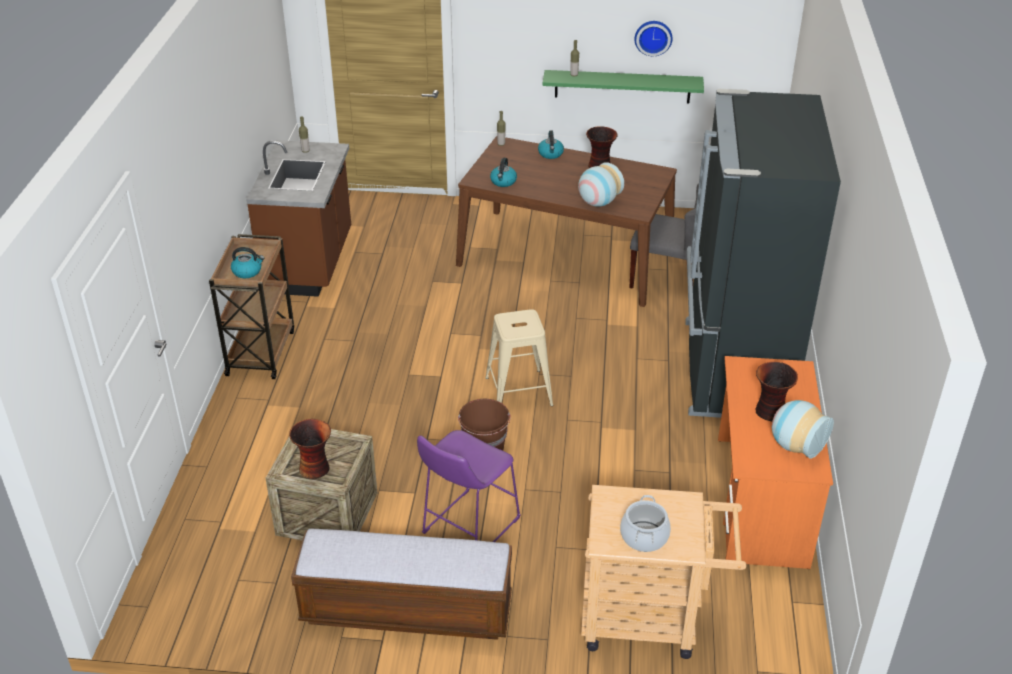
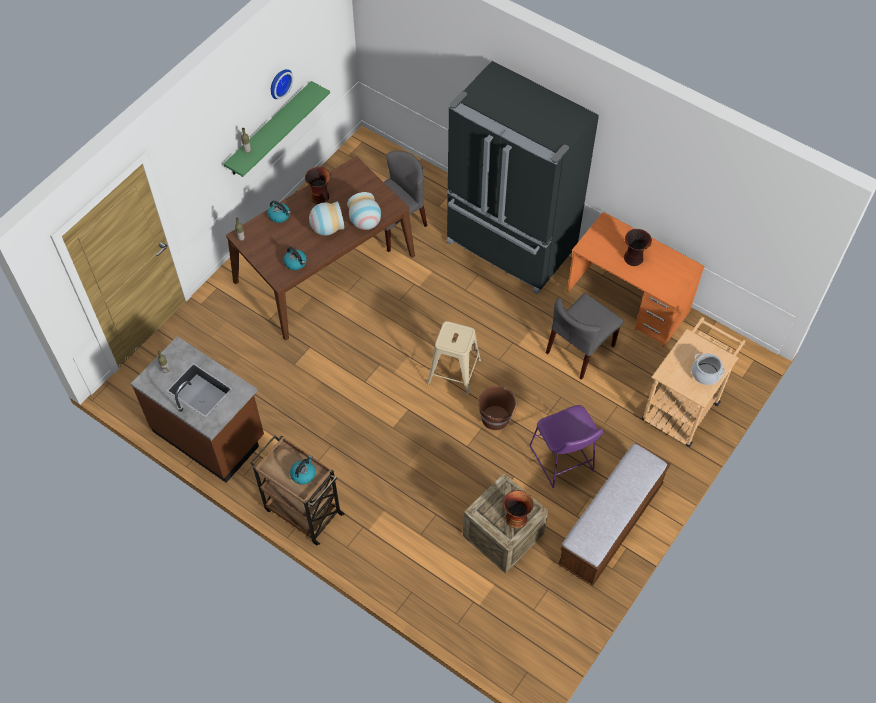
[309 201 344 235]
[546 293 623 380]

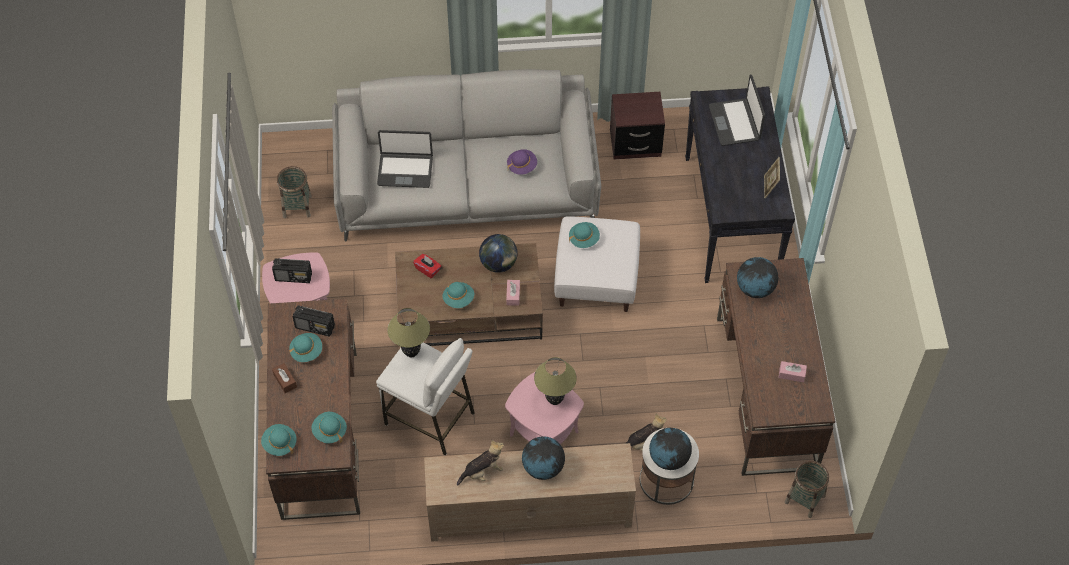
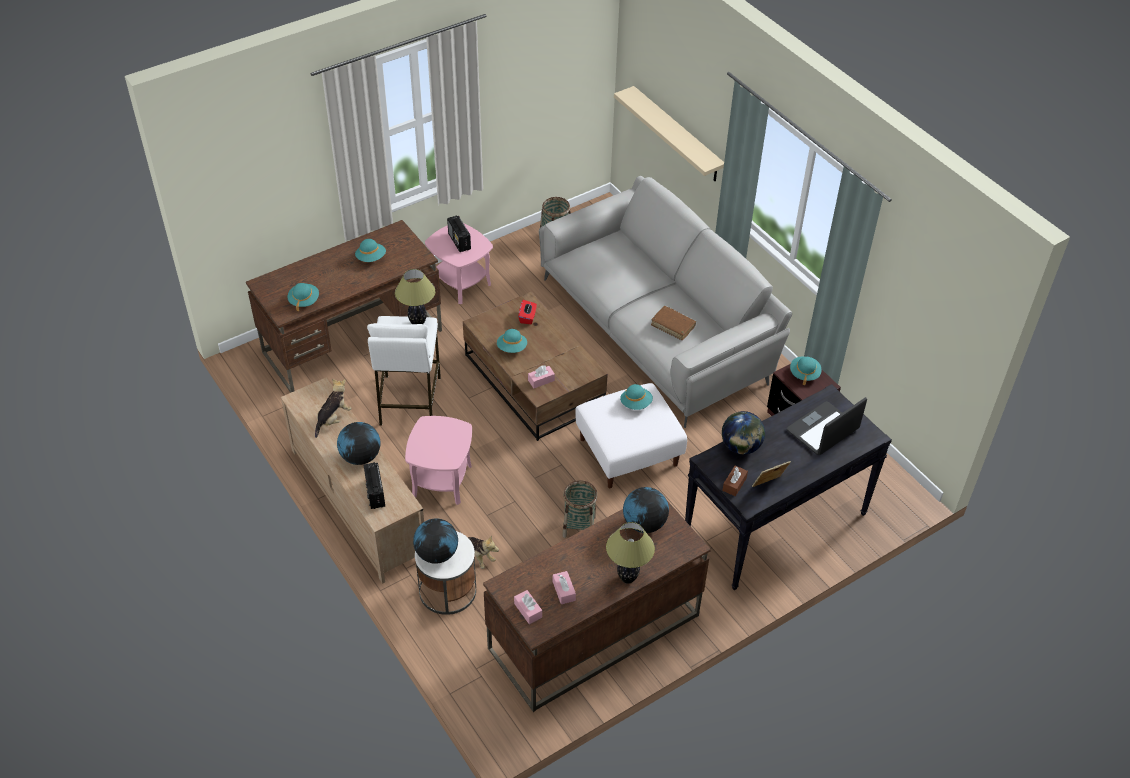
[315 379 352 438]
[363 462 385 509]
[514 590 542 624]
[562 480 598 538]
[606 522 655 584]
[614 86 724 181]
[651 306 696 340]
[722 411 765 455]
[722 466 748 496]
[790 356 822 386]
[377 130 433 188] (first image)

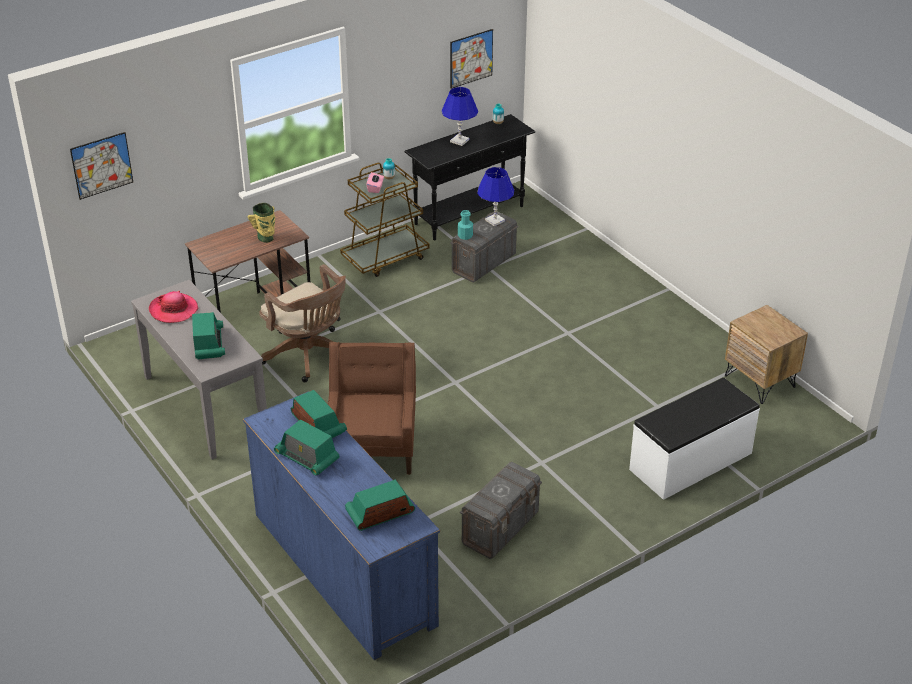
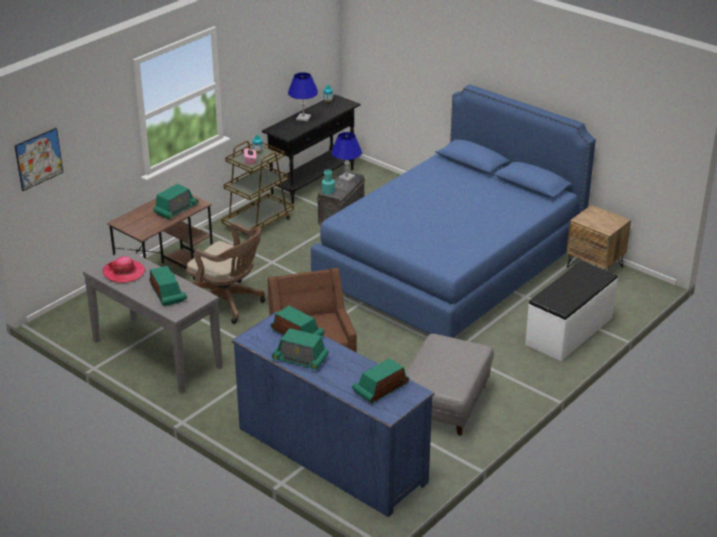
[153 184 198 220]
[311 85 596 338]
[405 334 494 436]
[450 29 493 89] (first image)

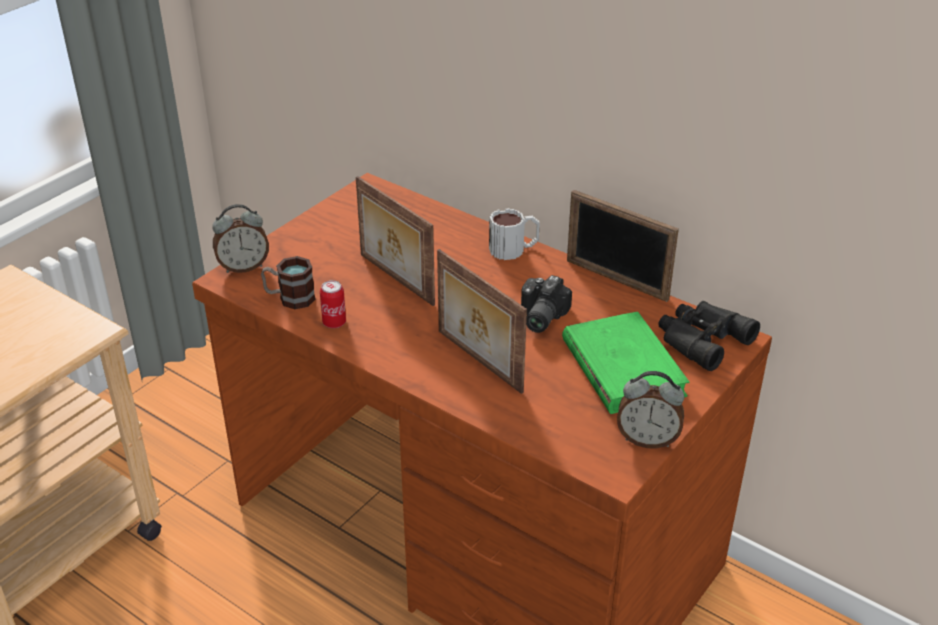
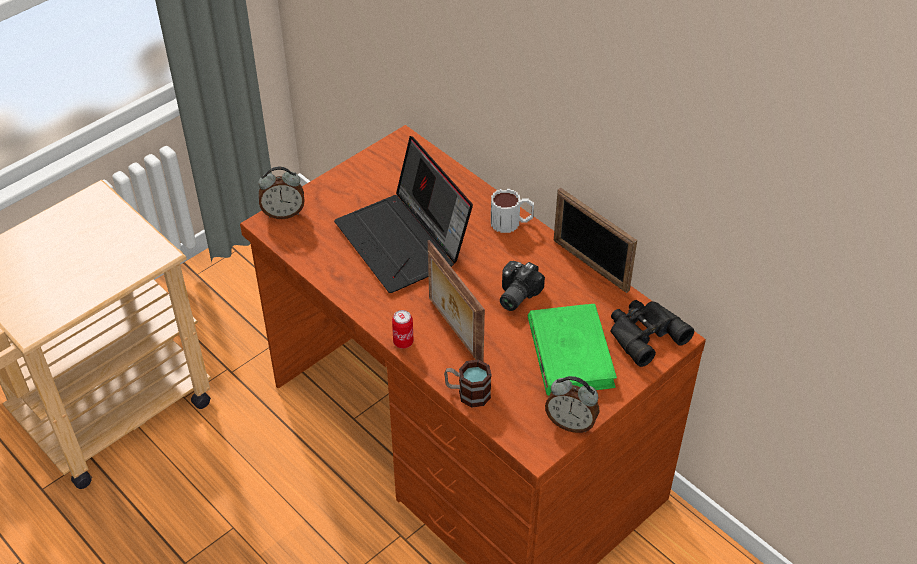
[334 136 473 293]
[392 310 414 349]
[444 359 492 408]

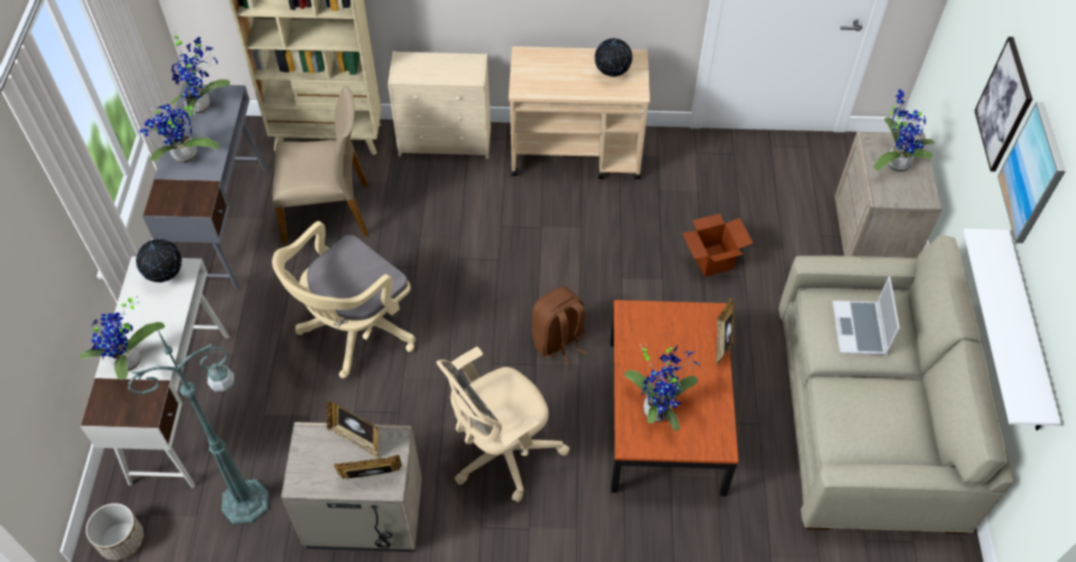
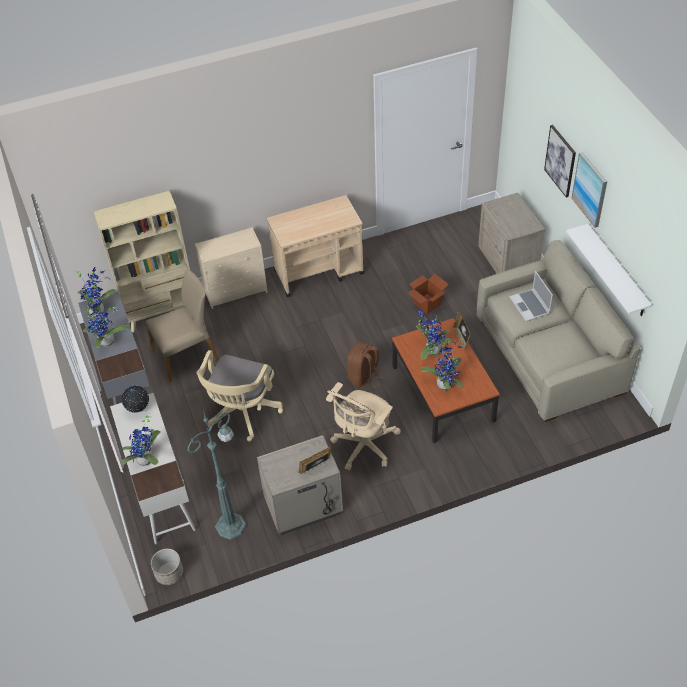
[416 308 452 360]
[326 401 379 459] (first image)
[595 38 632 77] (first image)

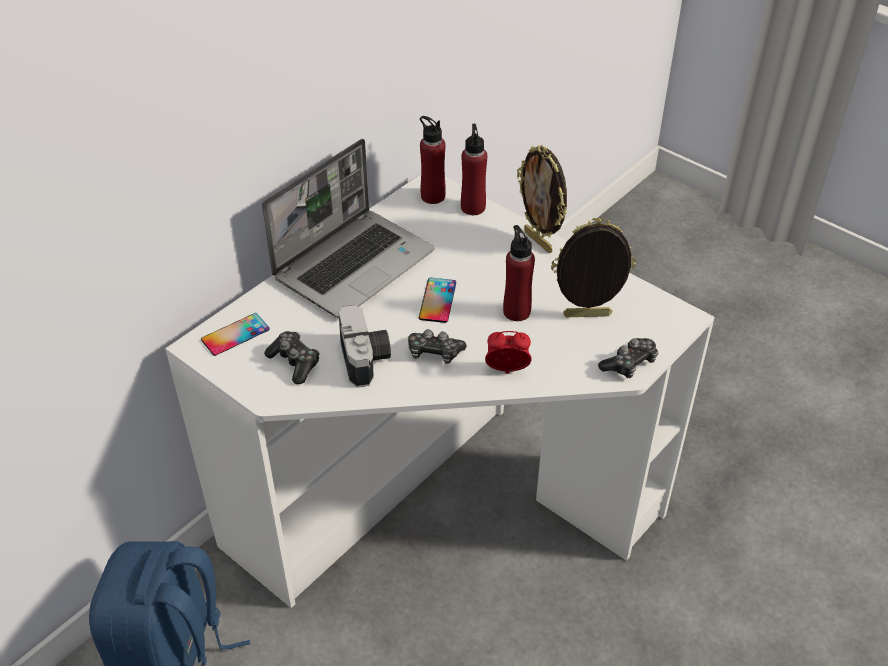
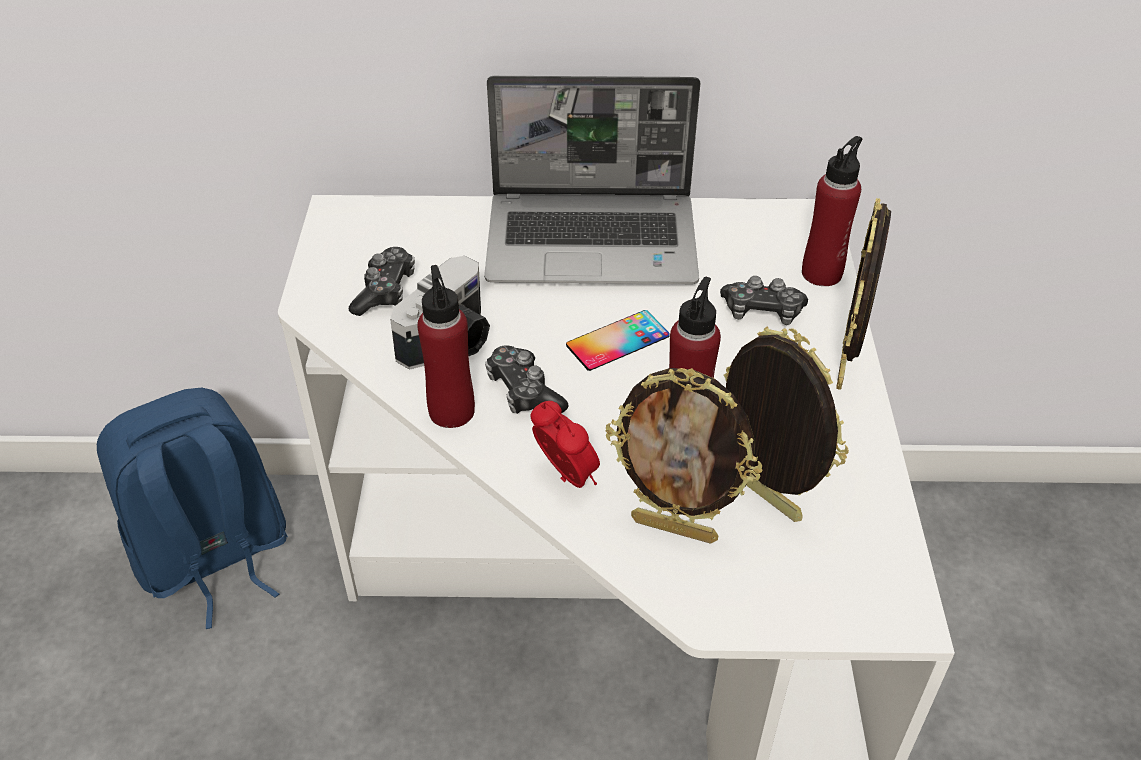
[417 265 475 428]
[606 368 762 544]
[720 276 808 325]
[201 313 270 356] (first image)

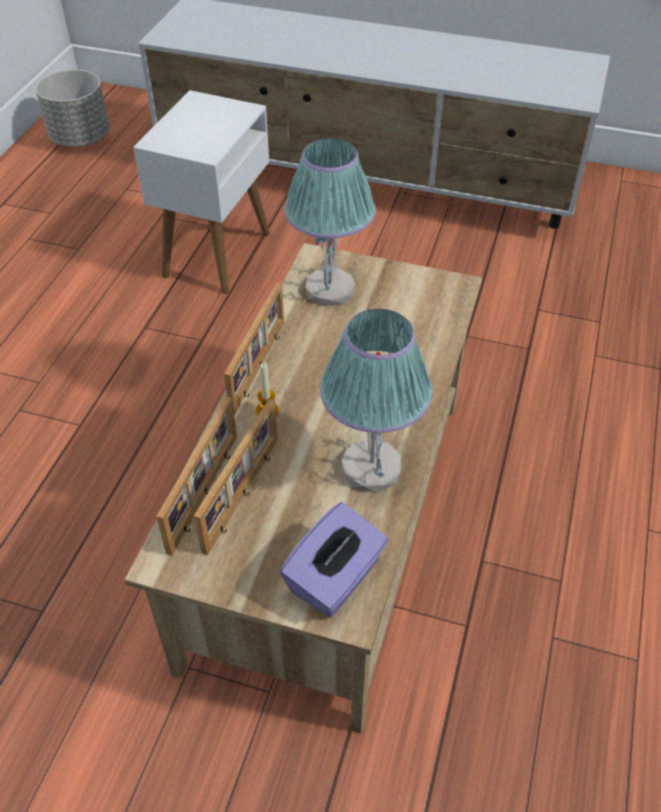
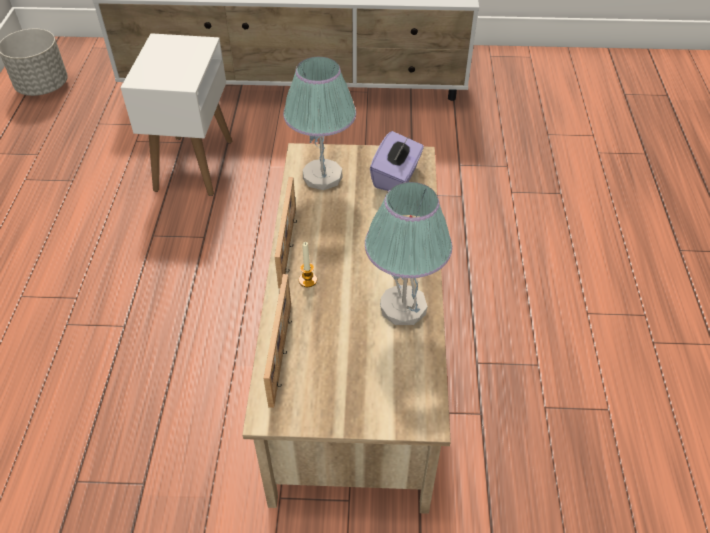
[370 131 424 191]
[194 399 278 555] (first image)

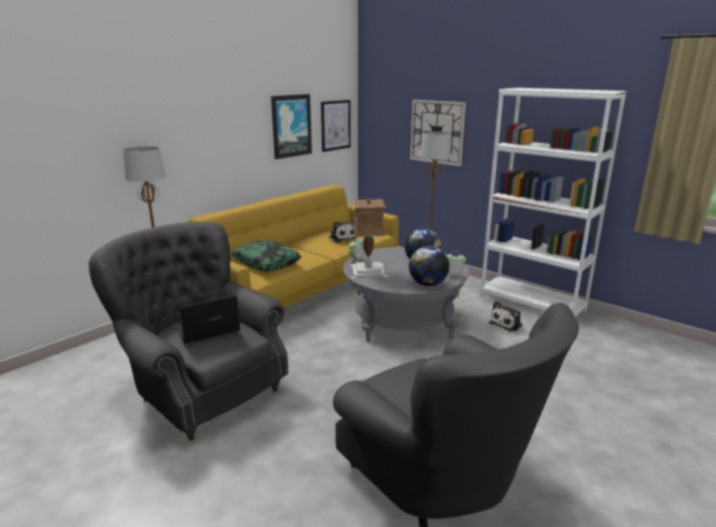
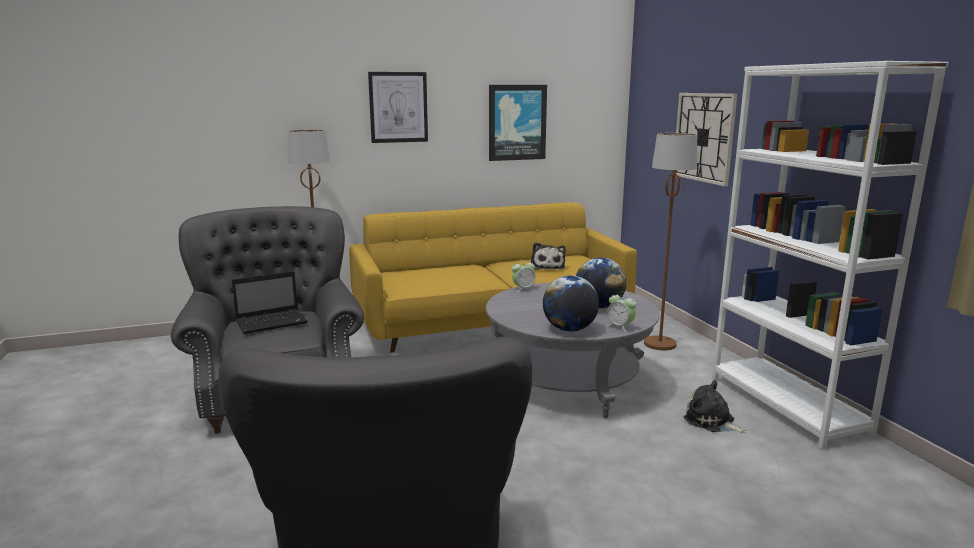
[232 271 308 334]
[368 72 428 143]
[684 380 746 433]
[231 240 301 272] (first image)
[350 198 388 279] (first image)

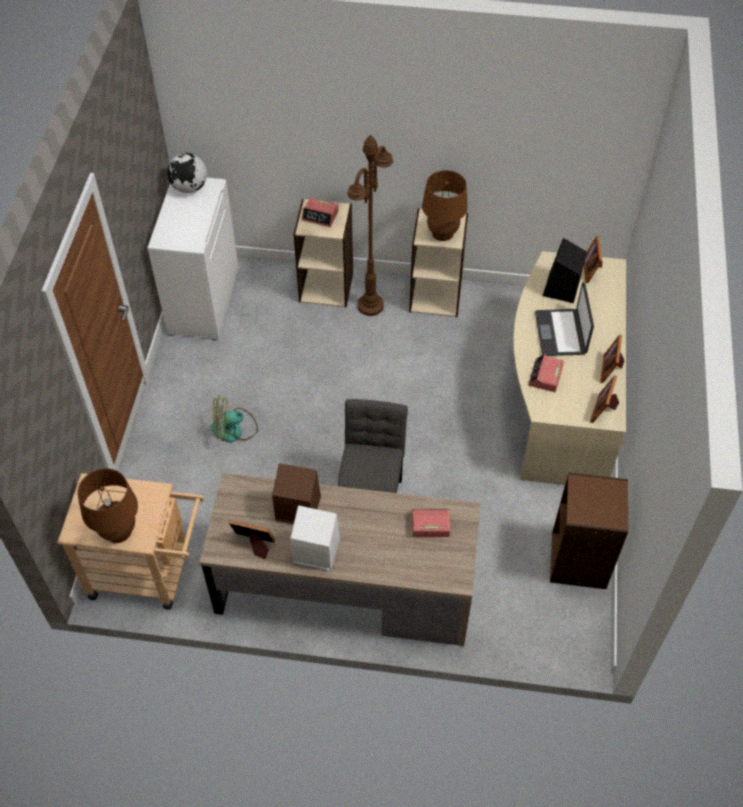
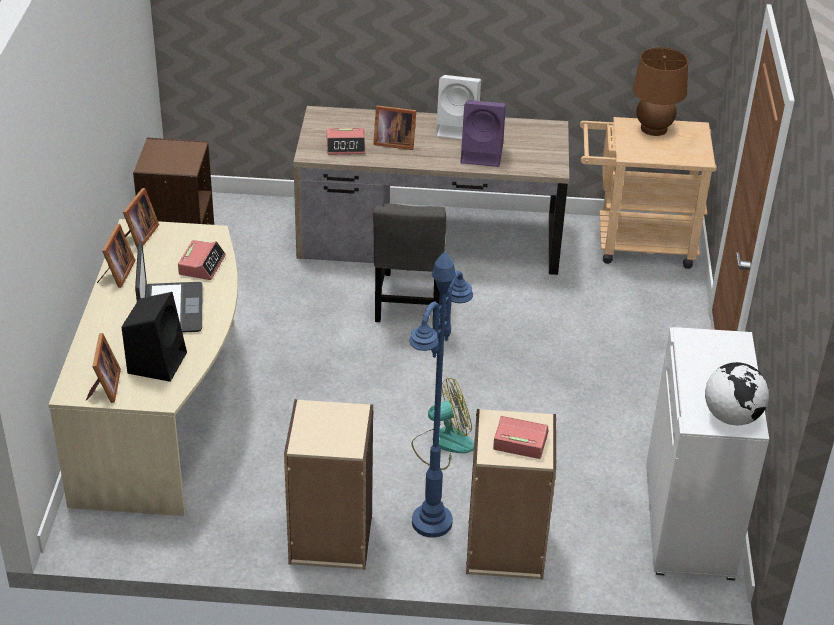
[373 106 416 150]
[409 252 473 538]
[411 378 474 470]
[461 100 506 167]
[422 170 468 241] (first image)

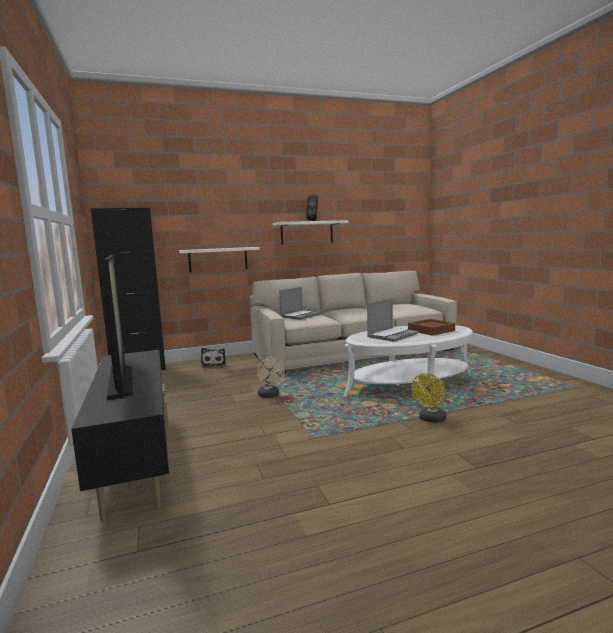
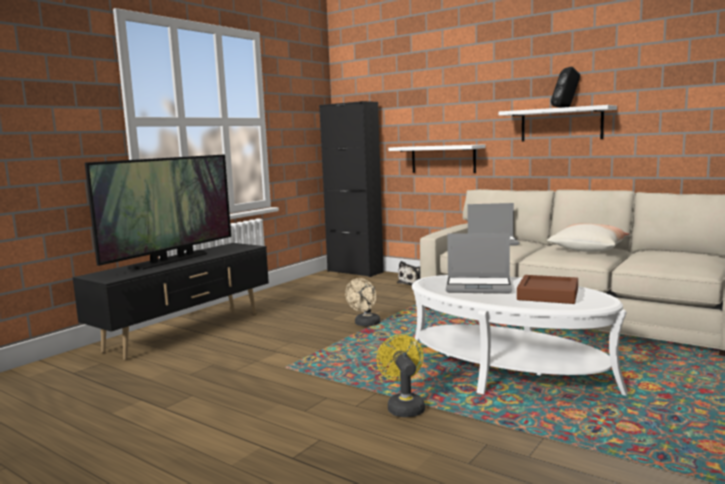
[376 334 425 417]
[547 224 630 252]

